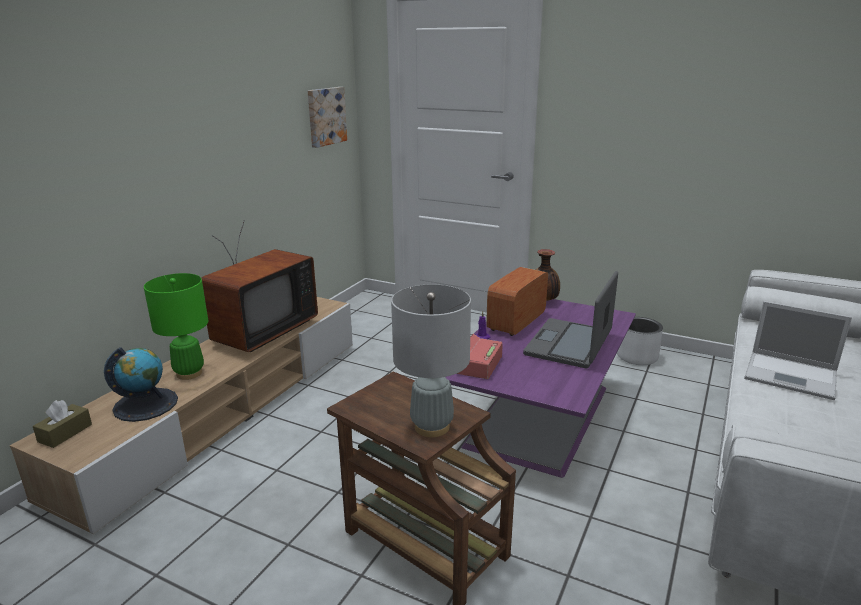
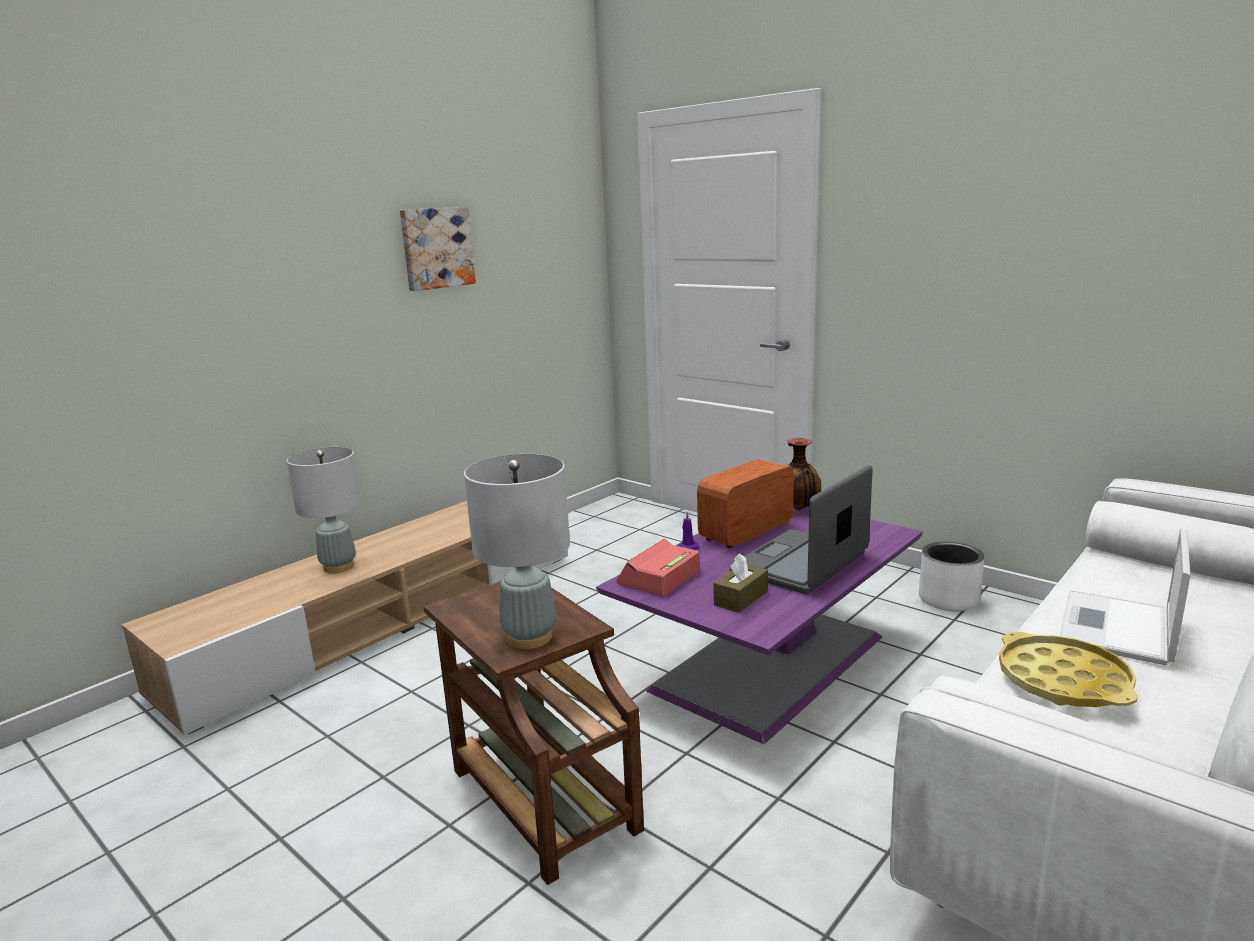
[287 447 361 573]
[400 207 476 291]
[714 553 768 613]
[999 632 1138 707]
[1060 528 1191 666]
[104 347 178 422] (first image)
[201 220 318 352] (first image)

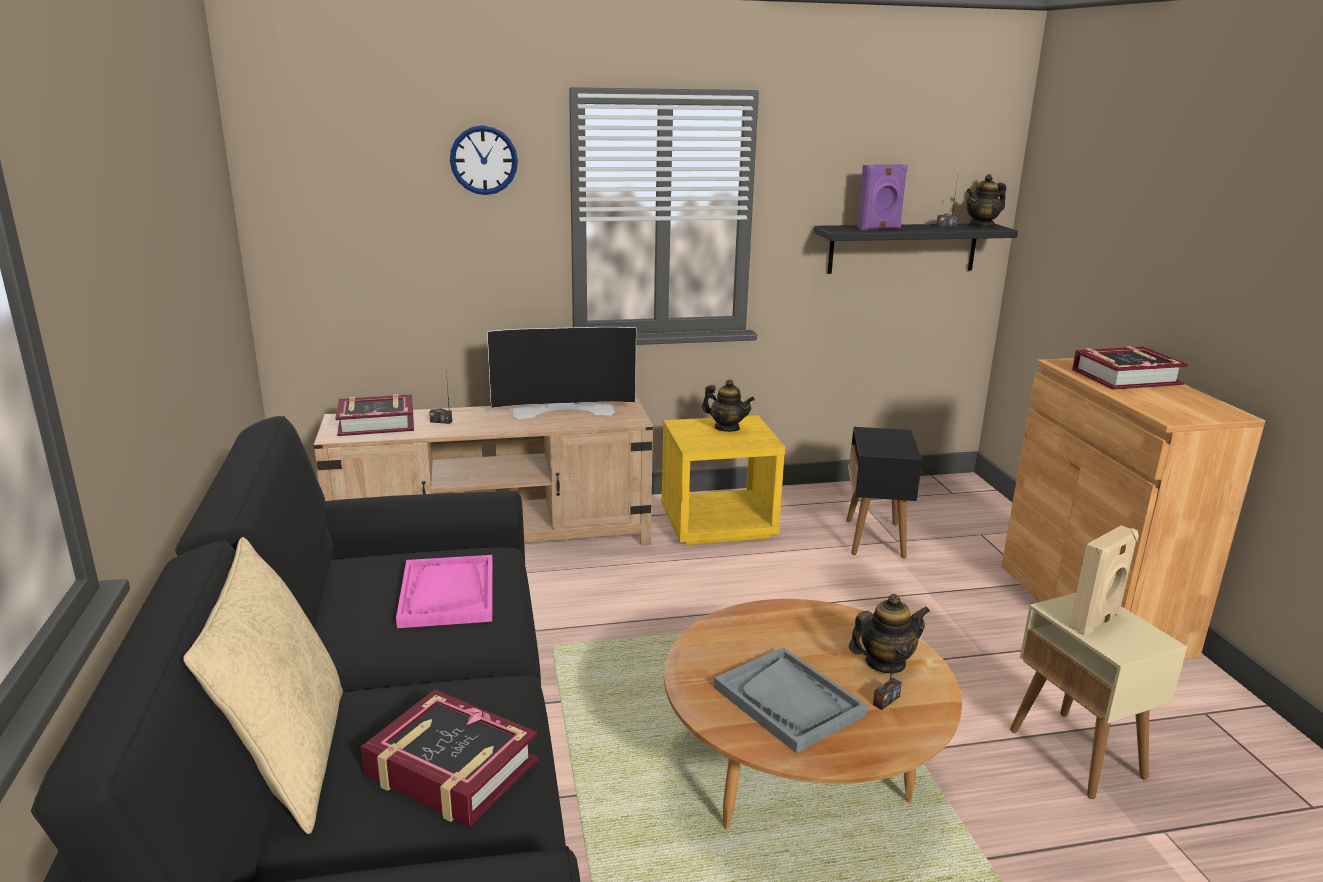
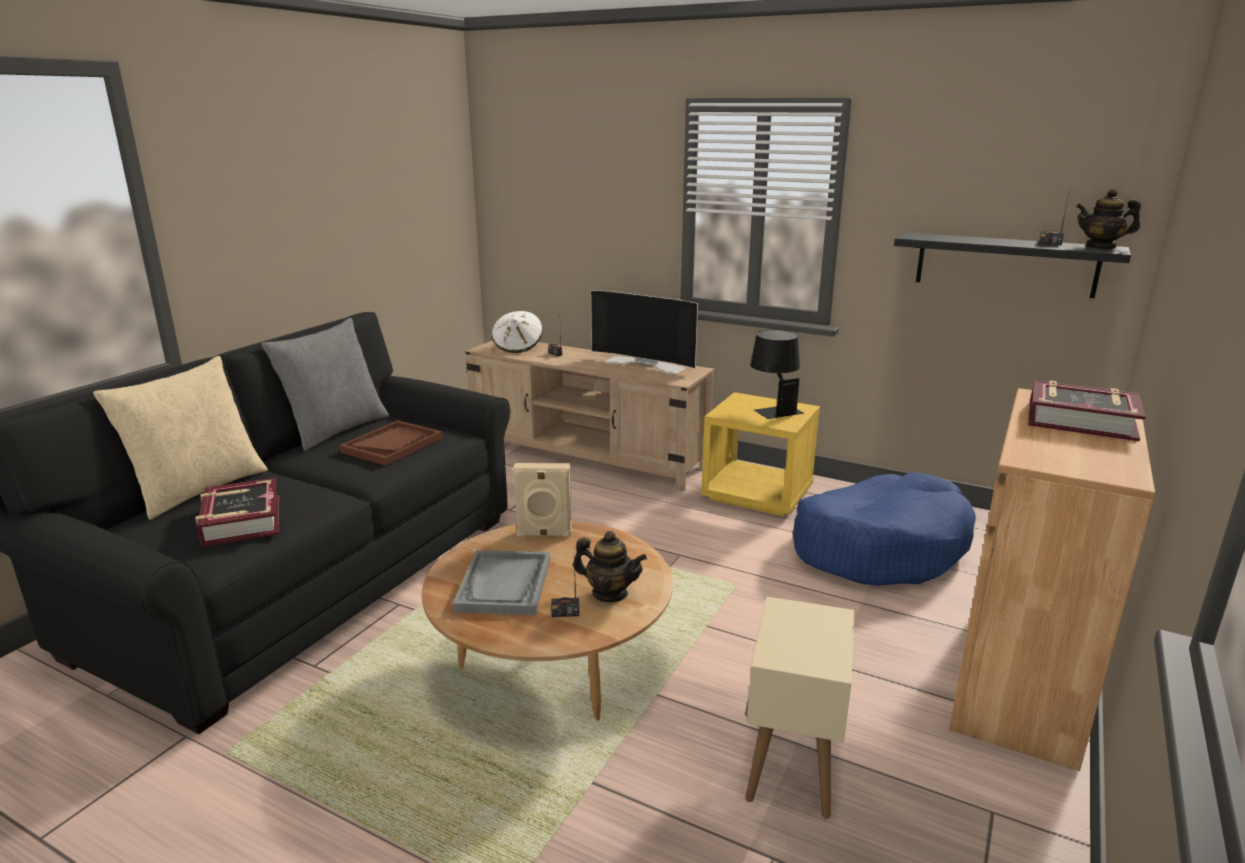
[261 318 389 451]
[339 420 443 466]
[491 311 543 353]
[513 463 572 537]
[750 330 804 419]
[793 472 976 586]
[450 125 518 195] (first image)
[857 164 908 230] (first image)

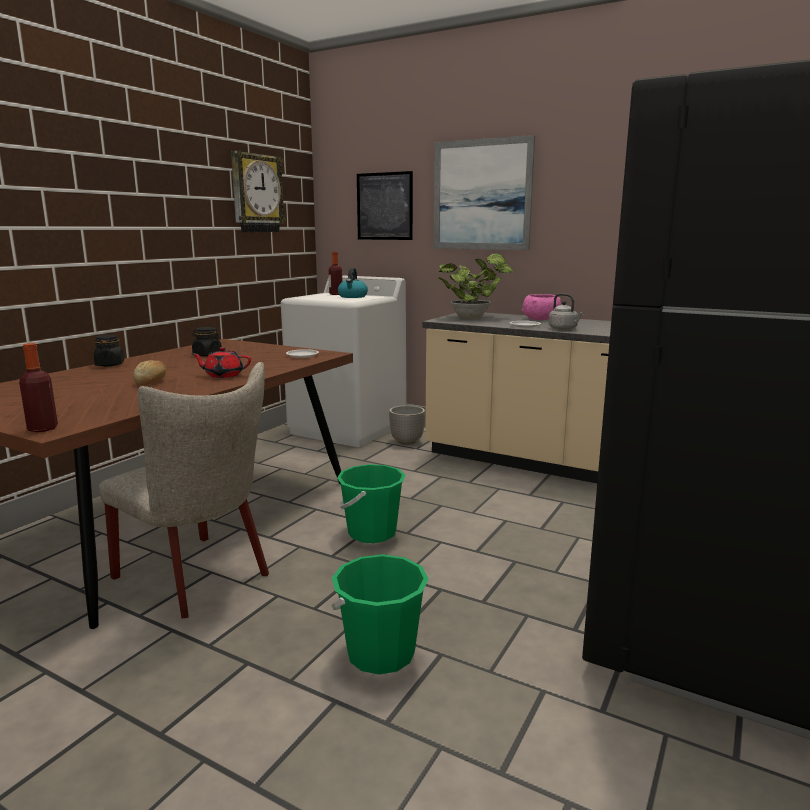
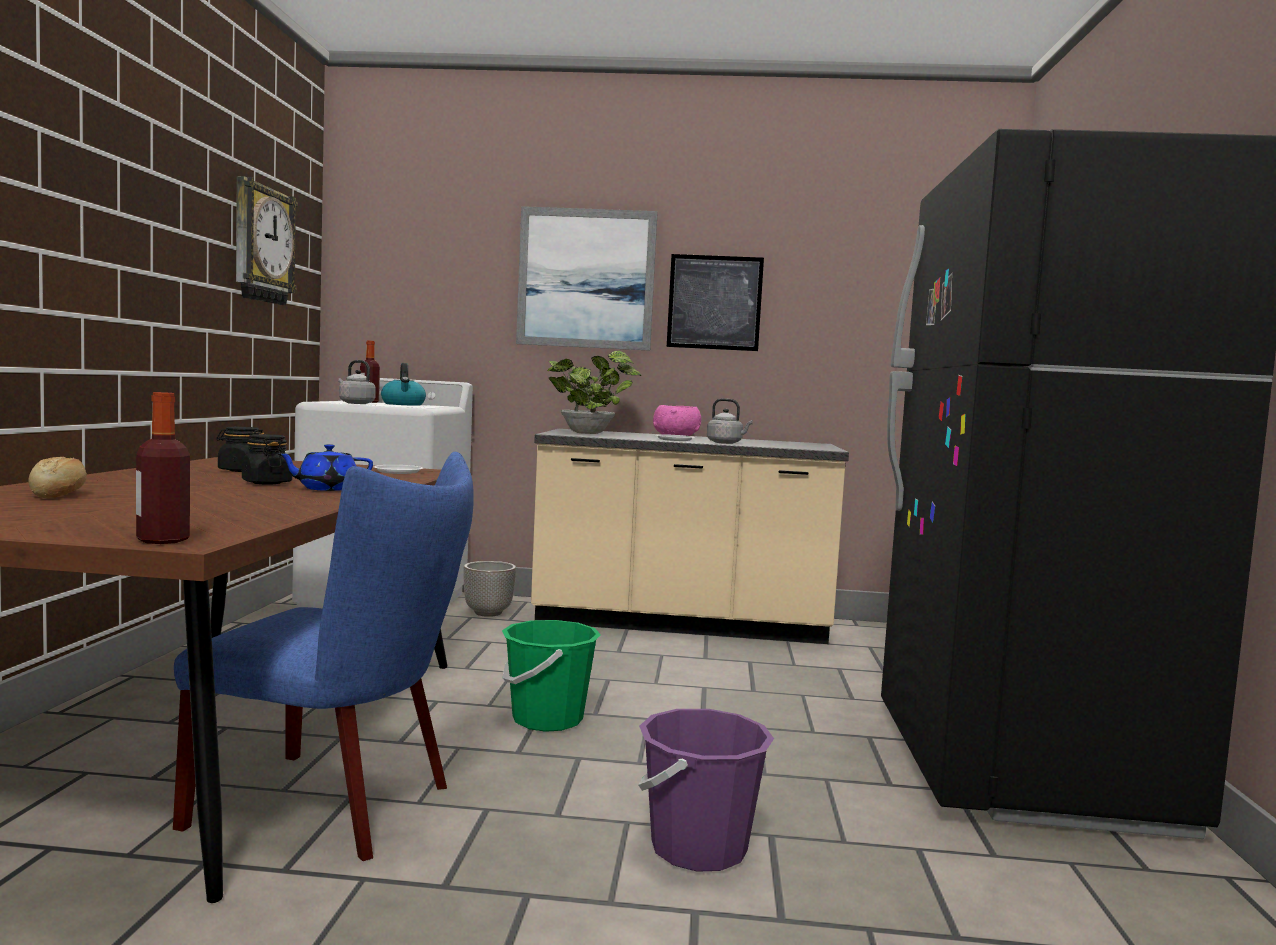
[28 457 87 498]
[173 452 474 861]
[242 434 292 485]
[277 444 373 491]
[338 360 376 404]
[638 709 774 872]
[667 254 764 351]

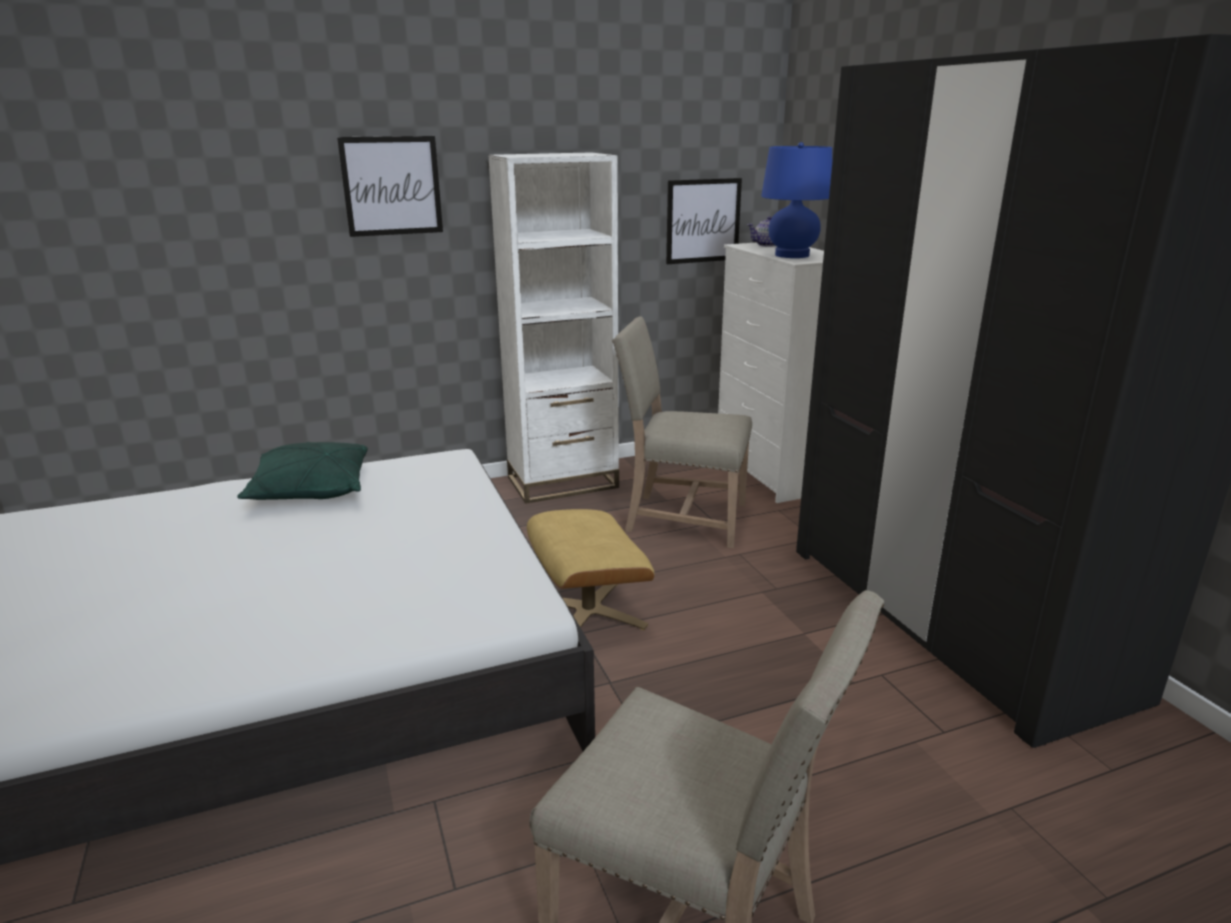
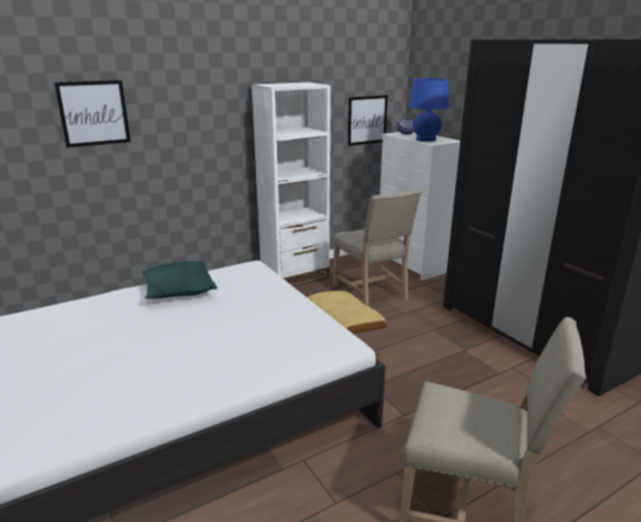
[54 80 131 148]
[333 190 421 306]

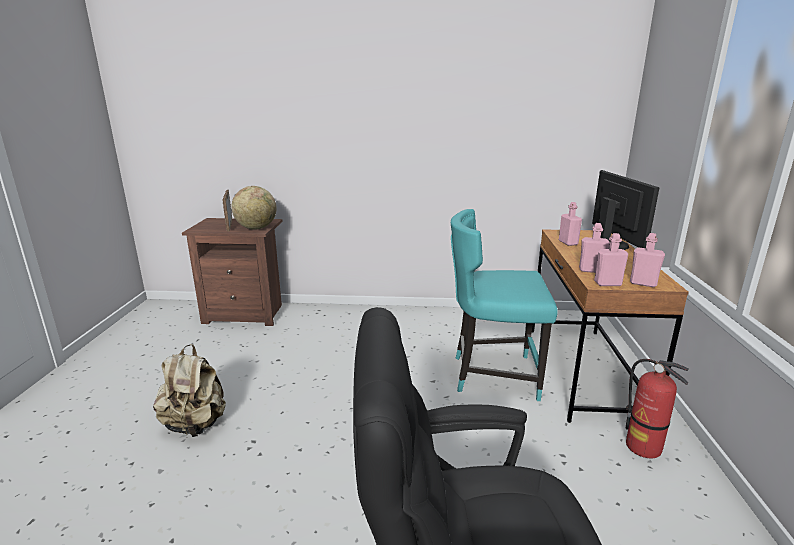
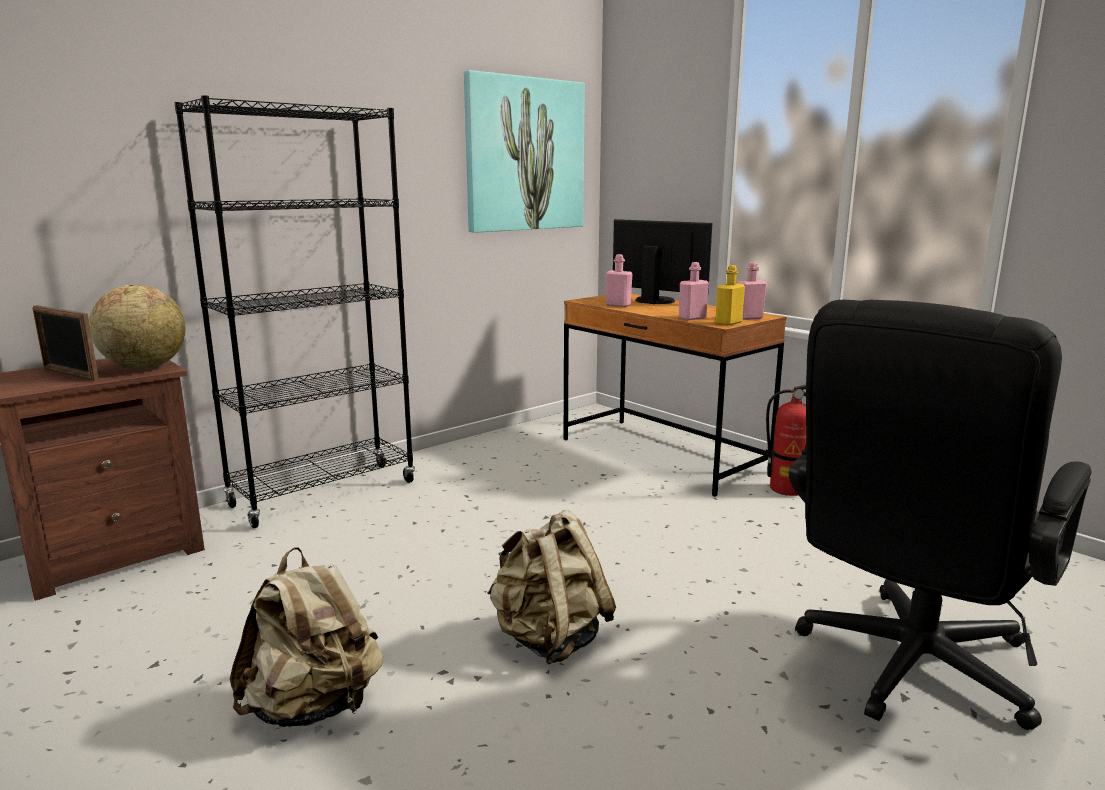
[174 95 415 528]
[464 70 585 233]
[487 510 616 664]
[715 265 745 326]
[451 209 557 401] (first image)

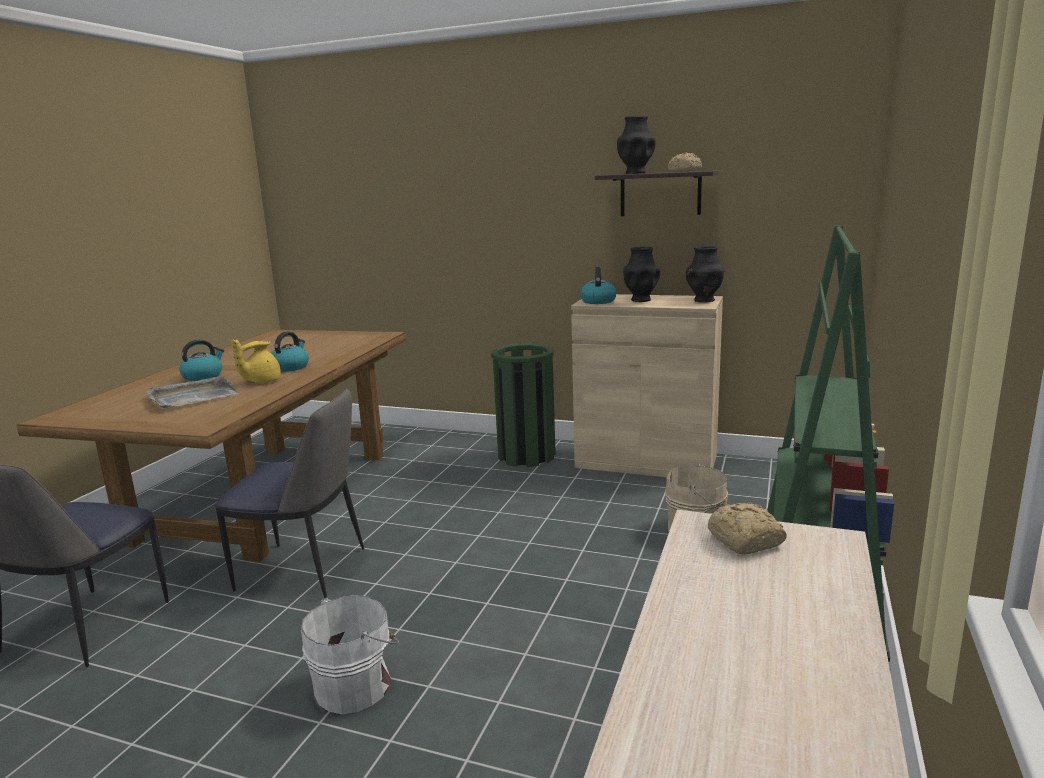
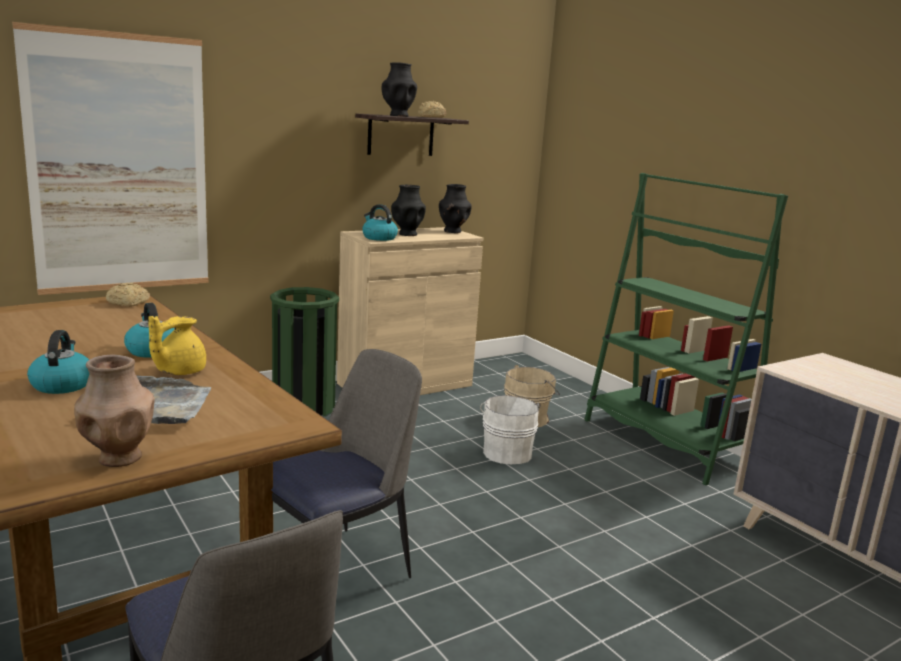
[12 22 209 295]
[74 355 155 467]
[106 282 150 307]
[149 316 206 375]
[480 395 541 464]

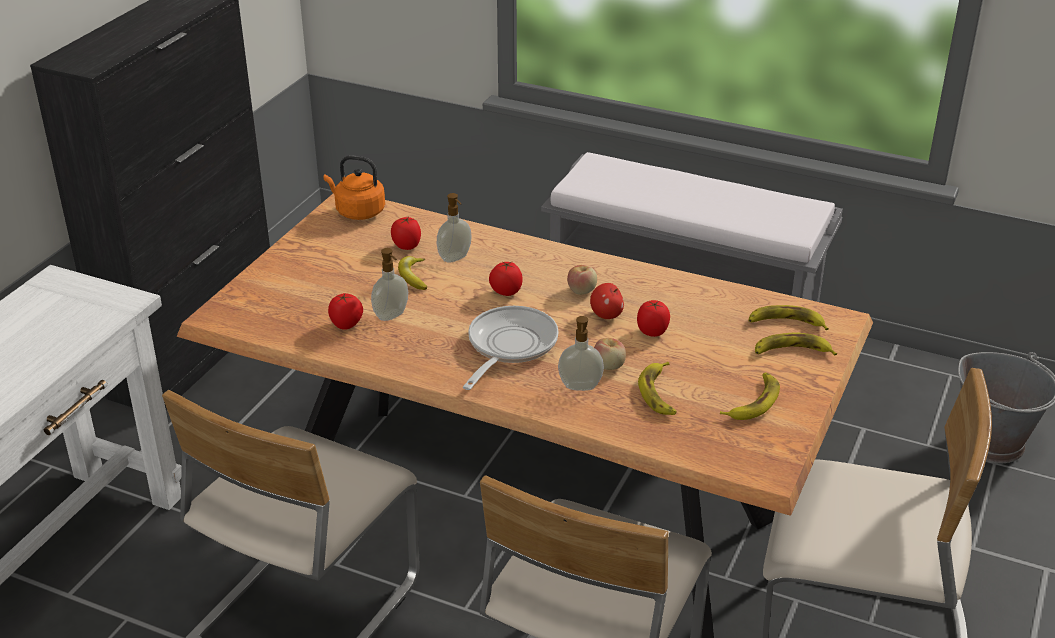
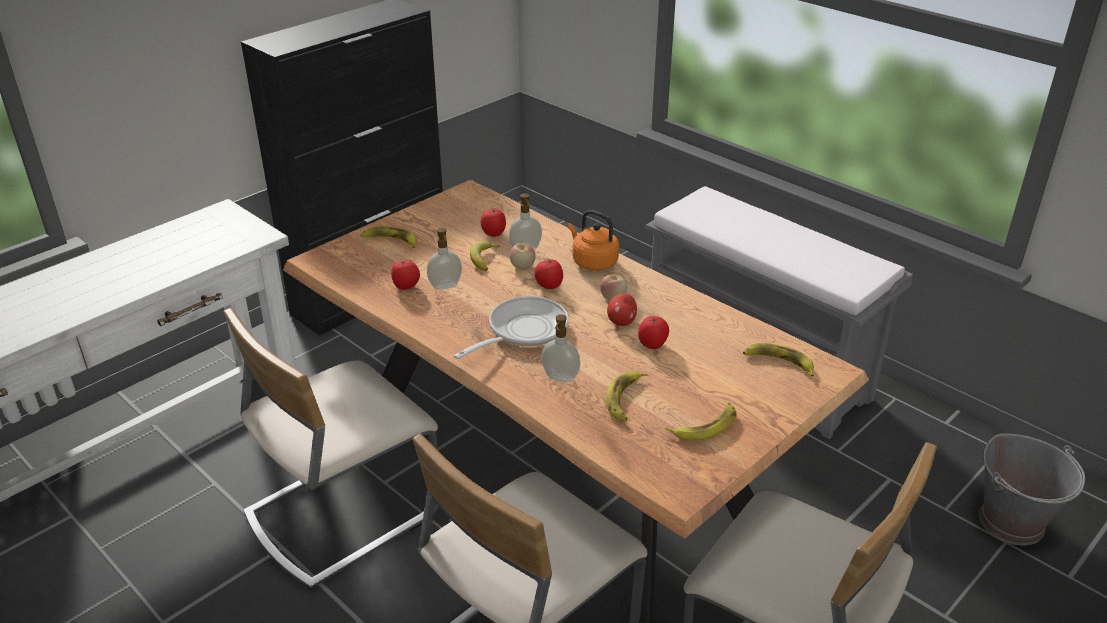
[361 226 417 248]
[510 243 536 268]
[568 210 619 271]

